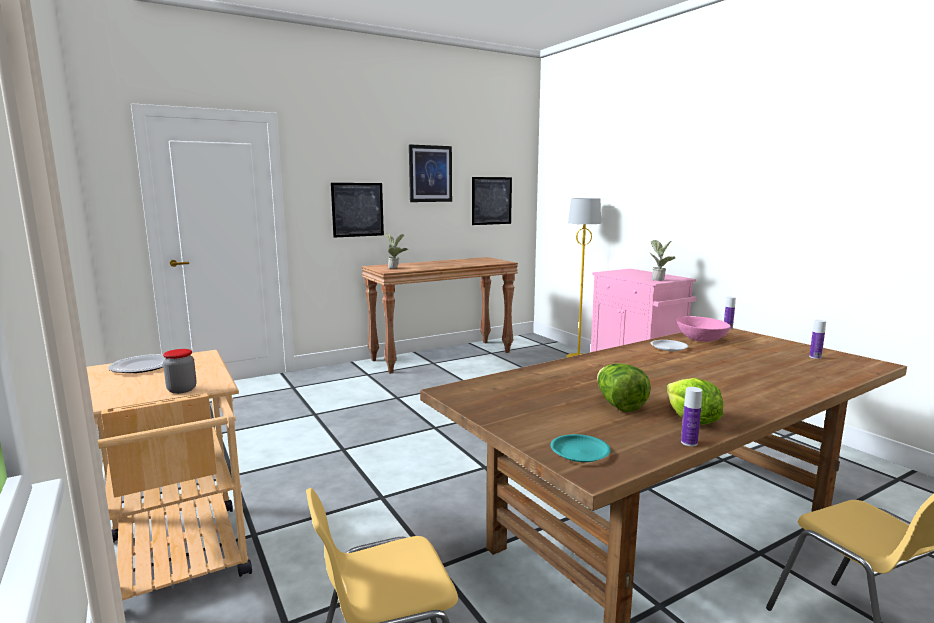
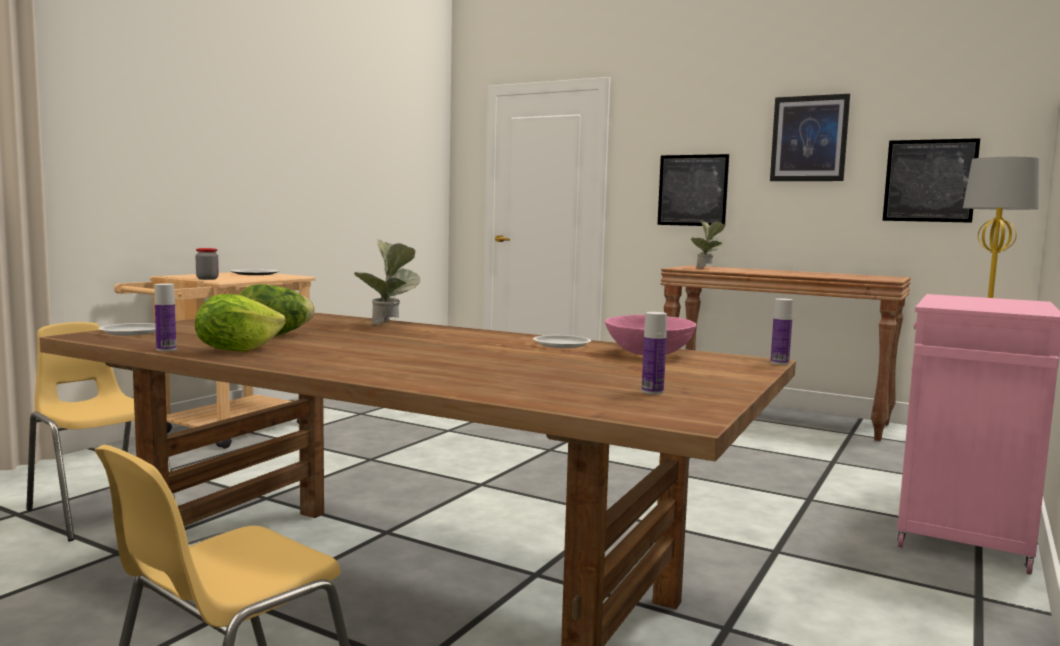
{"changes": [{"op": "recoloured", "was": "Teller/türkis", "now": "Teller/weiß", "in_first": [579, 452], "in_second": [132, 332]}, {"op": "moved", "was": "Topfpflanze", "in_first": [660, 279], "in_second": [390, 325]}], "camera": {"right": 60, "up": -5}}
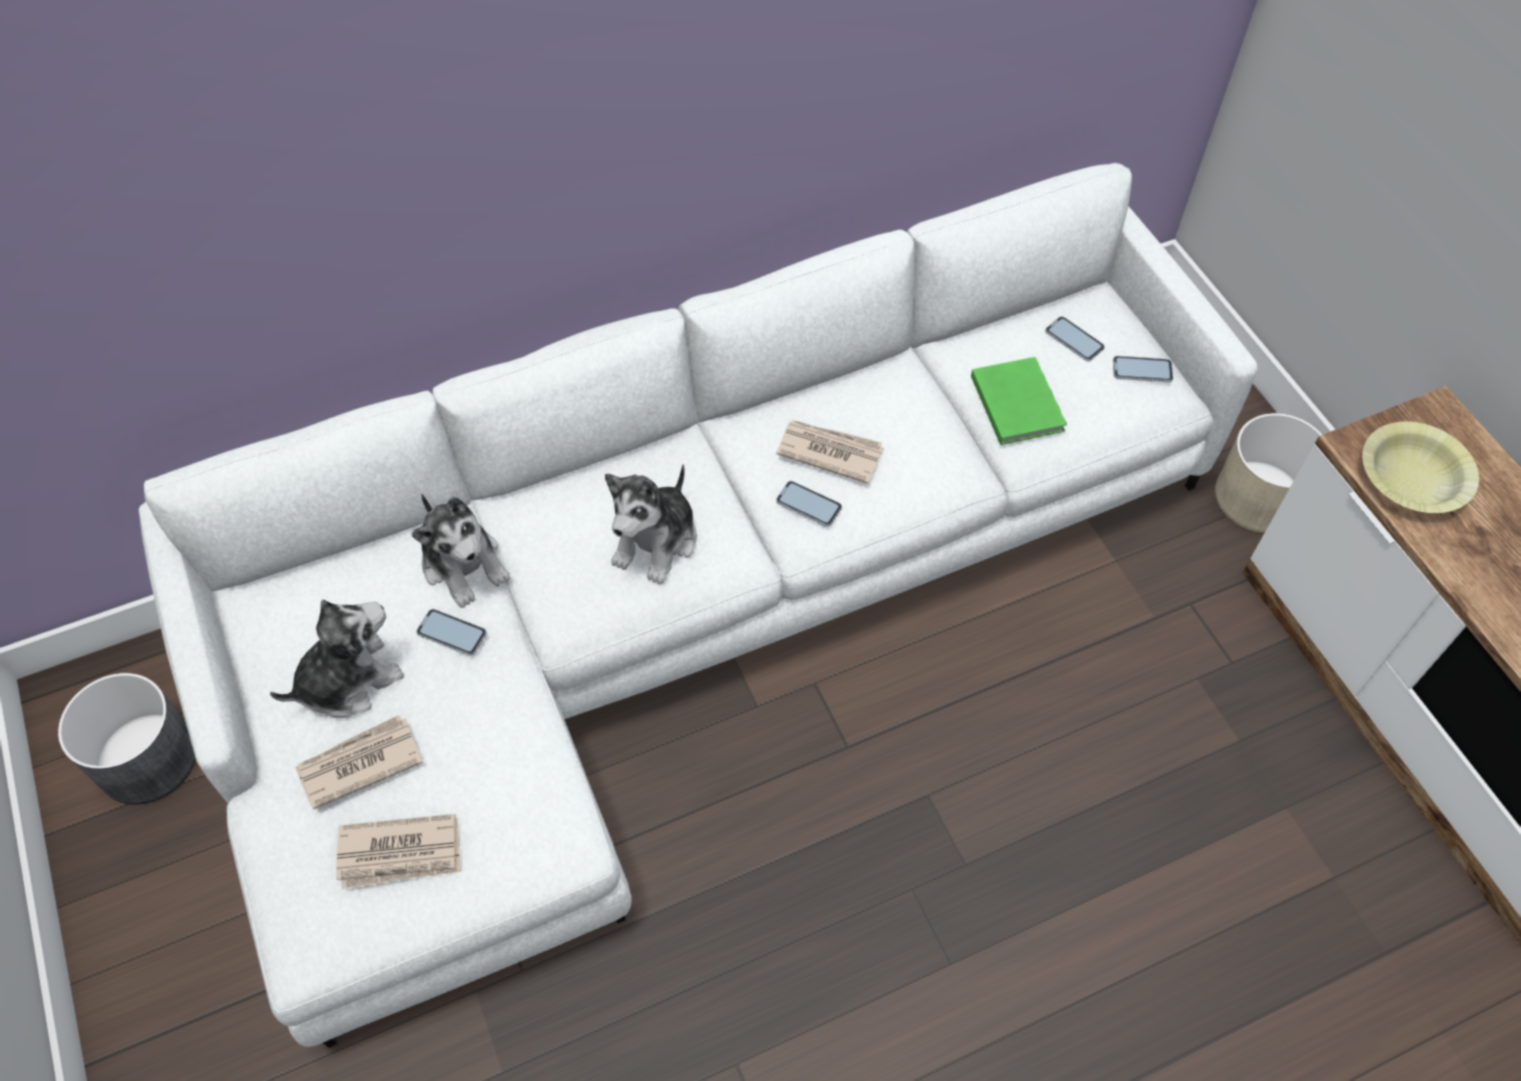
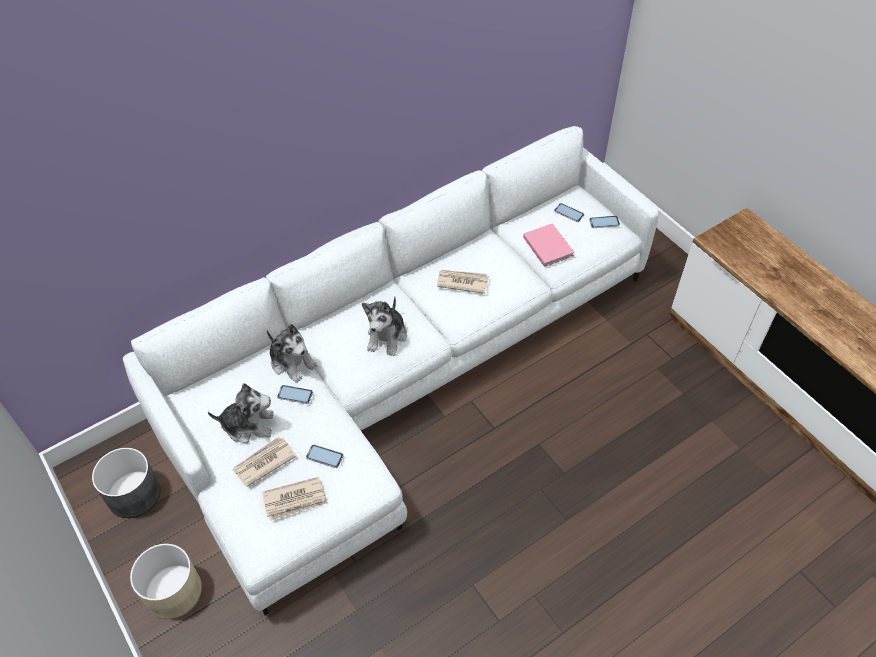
{"changes": [{"op": "turned", "was": "Plüschtier", "in_first": [349, 680], "in_second": [248, 425], "clockwise": 45}, {"op": "moved", "was": "Handy", "in_first": [809, 504], "in_second": [324, 456]}, {"op": "recoloured", "was": "Buch/grün", "now": "Buch/rosa", "in_first": [1017, 401], "in_second": [548, 245]}, {"op": "moved", "was": "Pflanzkübel/beige", "in_first": [1257, 497], "in_second": [172, 591]}, {"op": "removed", "was": "Schüssel/gelb", "in_first": [1411, 479]}], "camera": {"right": -10, "up": -5}}
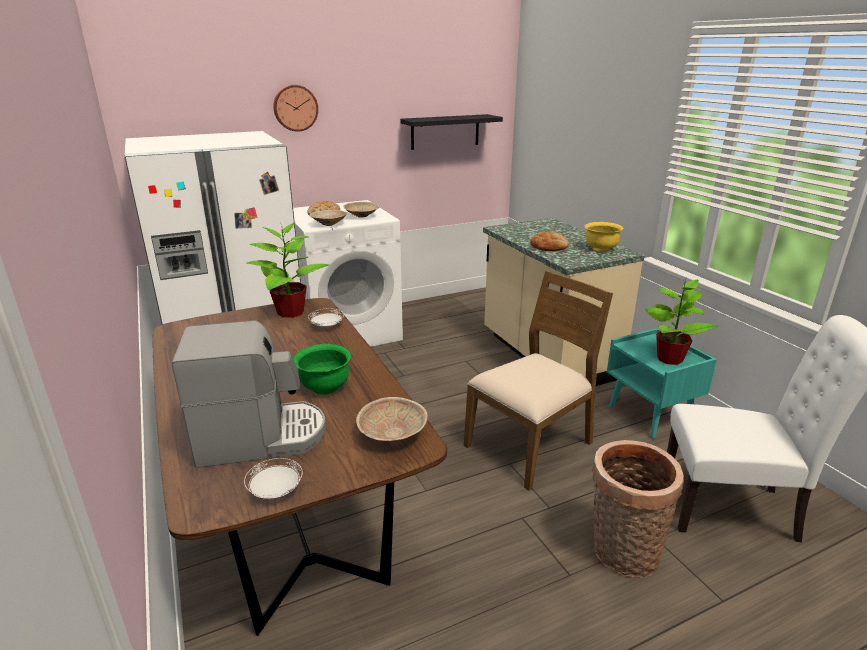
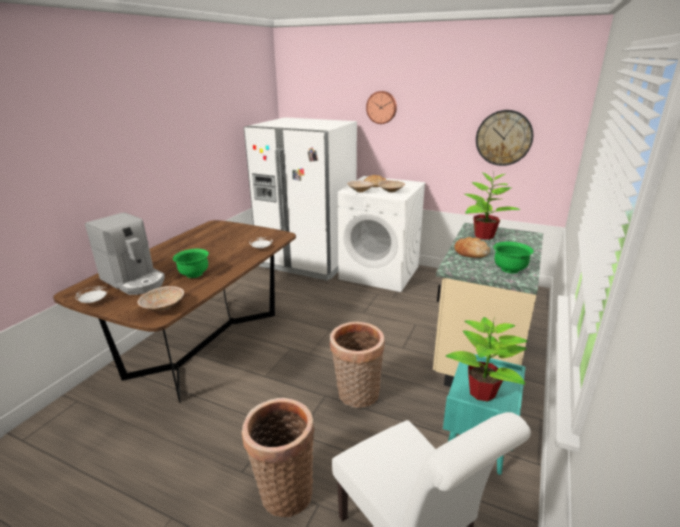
{"changes": [{"op": "moved", "was": "Topfpflanze", "in_first": [290, 312], "in_second": [483, 236]}, {"op": "replaced", "was": "Wandregal/schwarz", "now": "Wanduhr", "in_first": [445, 131], "in_second": [504, 138]}, {"op": "replaced", "was": "Stuhl/braun", "now": "Korb", "in_first": [531, 445], "in_second": [356, 395]}, {"op": "recoloured", "was": "Schüssel/gelb", "now": "Schüssel/grün", "in_first": [601, 249], "in_second": [509, 269]}], "camera": {"right": 50, "up": 0}}
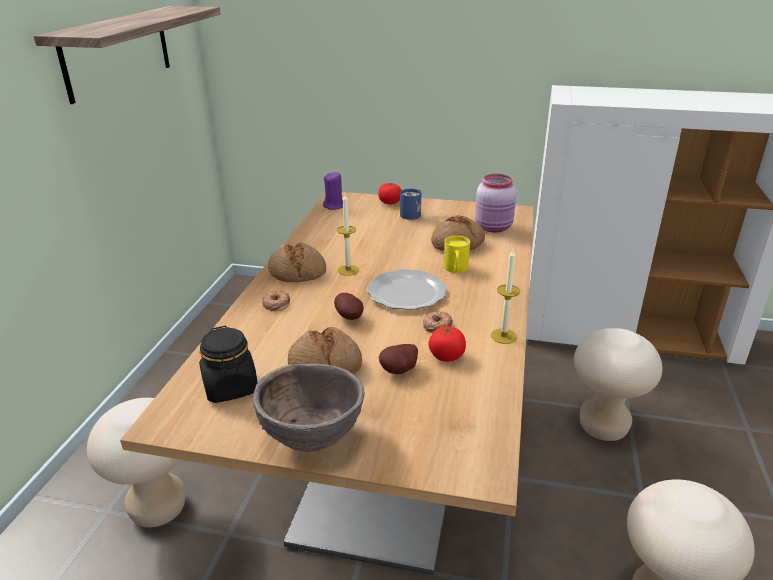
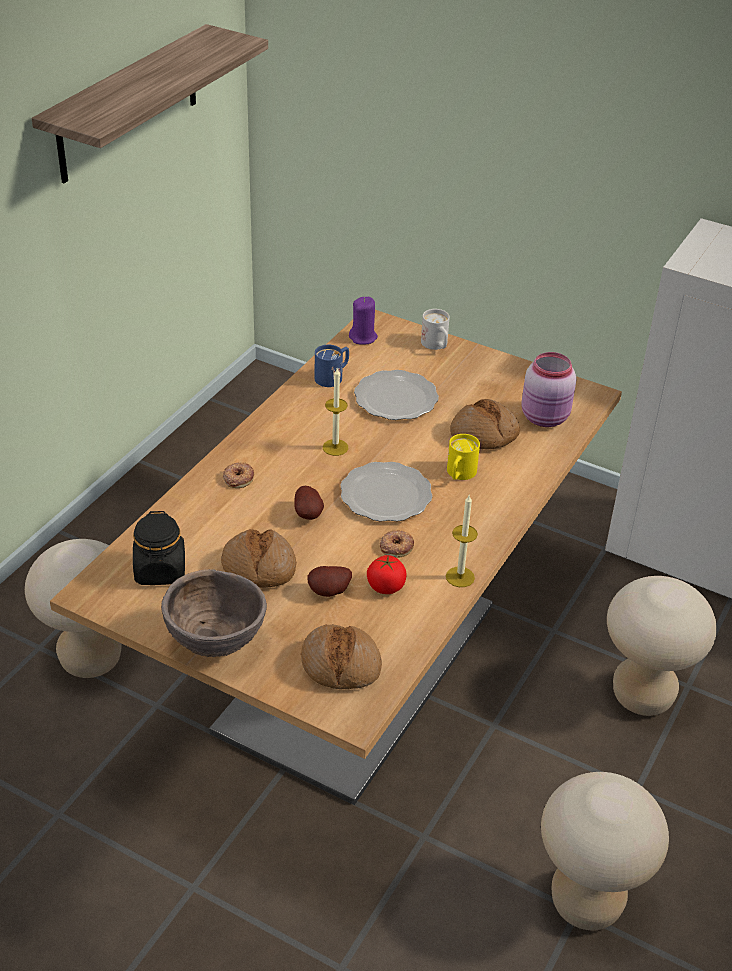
{"changes": [{"op": "moved", "was": "Brot", "in_first": [297, 272], "in_second": [341, 664]}, {"op": "replaced", "was": "Tomate", "now": "Henkelbecher/weiß", "in_first": [390, 202], "in_second": [436, 345]}, {"op": "moved", "was": "Henkelbecher/blau", "in_first": [412, 213], "in_second": [333, 376]}, {"op": "added", "now": "Teller", "in_second": [395, 398]}], "camera": {"right": 15, "up": 10}}
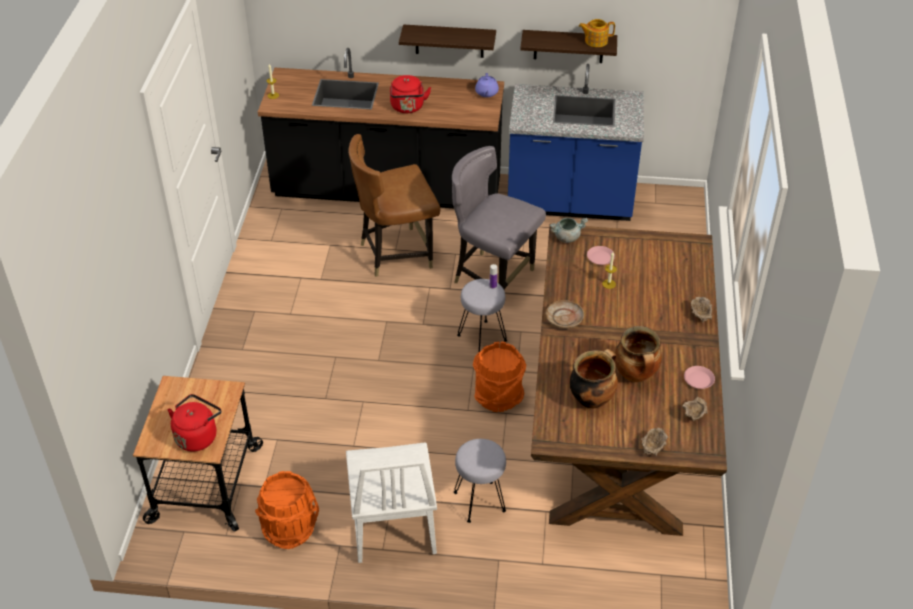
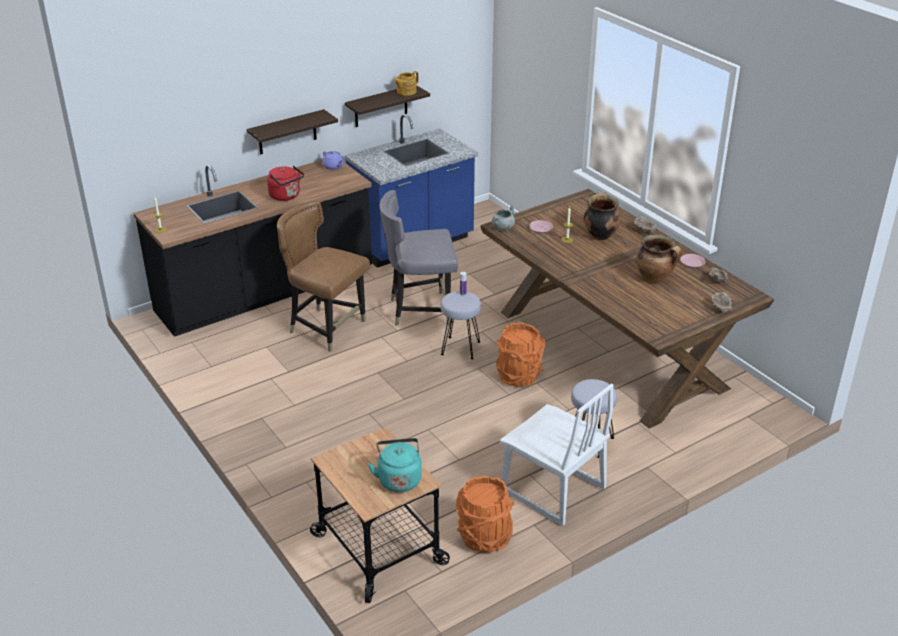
{"changes": [{"op": "recoloured", "was": "Wasserkessel/rot", "now": "Wasserkessel/türkis", "in_first": [197, 436], "in_second": [399, 479]}, {"op": "turned", "was": "Stuhl/braun", "in_first": [396, 253], "in_second": [327, 328], "clockwise": 90}, {"op": "removed", "was": "Teller/beige", "in_first": [564, 318]}, {"op": "moved", "was": "Kochtopf", "in_first": [591, 398], "in_second": [600, 235]}], "camera": {"right": -40, "up": -10}}
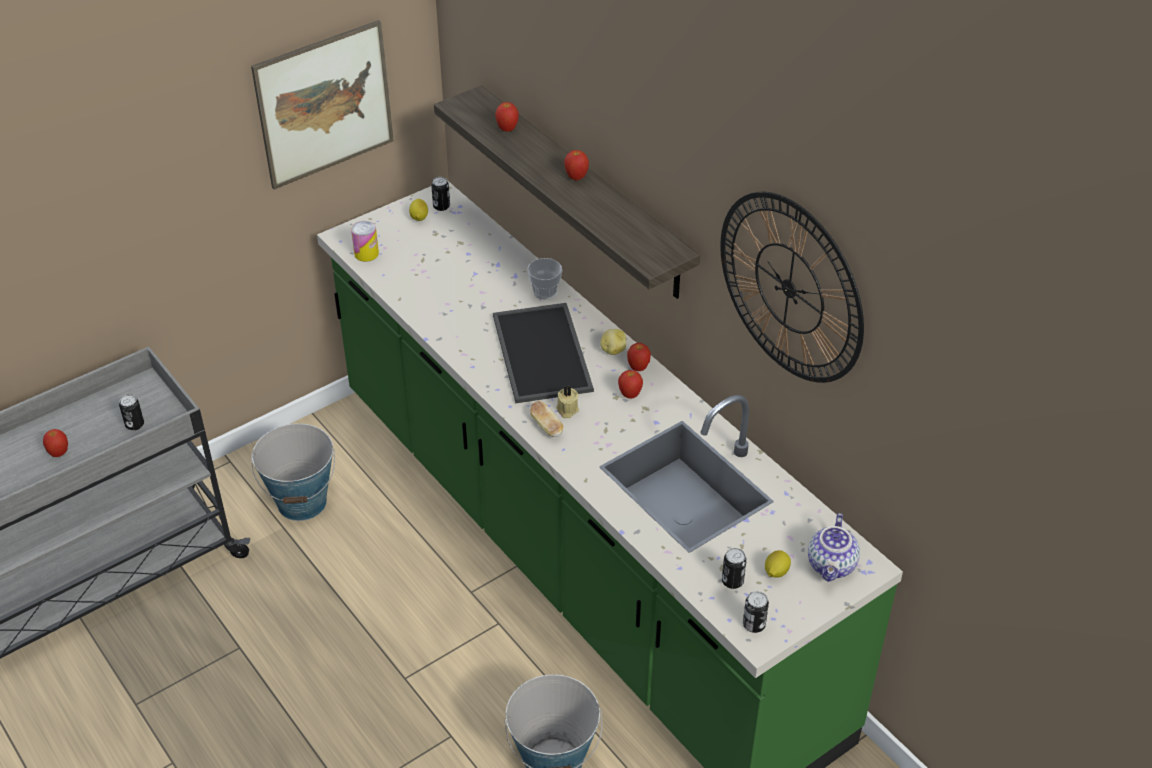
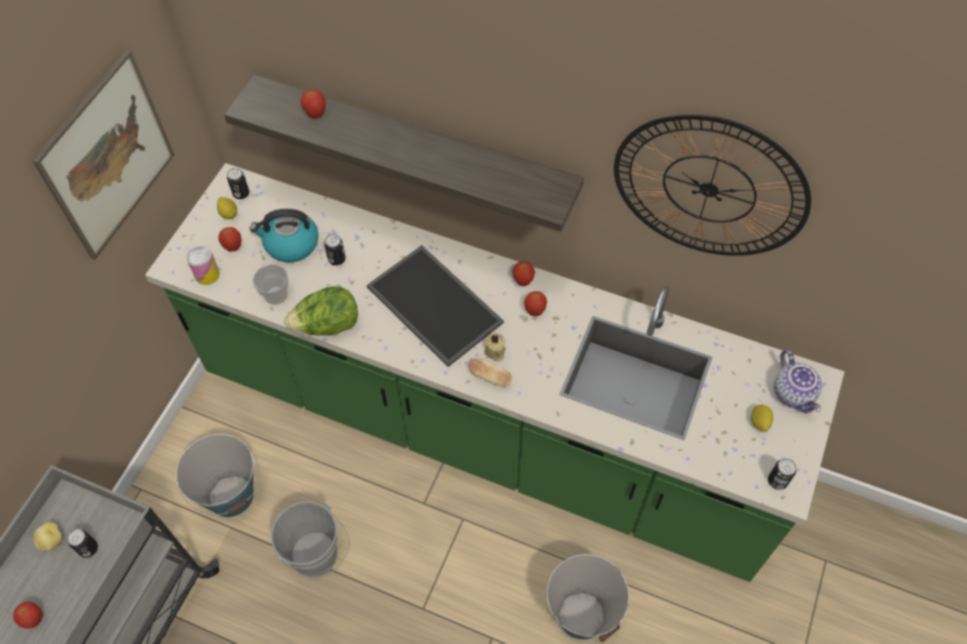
{"changes": [{"op": "moved", "was": "Tasse", "in_first": [545, 292], "in_second": [276, 295]}, {"op": "moved", "was": "Apfel", "in_first": [576, 177], "in_second": [233, 247]}, {"op": "moved", "was": "Kartoffel", "in_first": [613, 350], "in_second": [52, 541]}, {"op": "moved", "was": "Dose", "in_first": [732, 581], "in_second": [337, 259]}, {"op": "added", "now": "Wasserkessel", "in_second": [290, 244]}, {"op": "added", "now": "Eimer/grau", "in_second": [318, 558]}, {"op": "added", "now": "Salatkopf", "in_second": [327, 326]}], "camera": {"right": -30, "up": 15}}
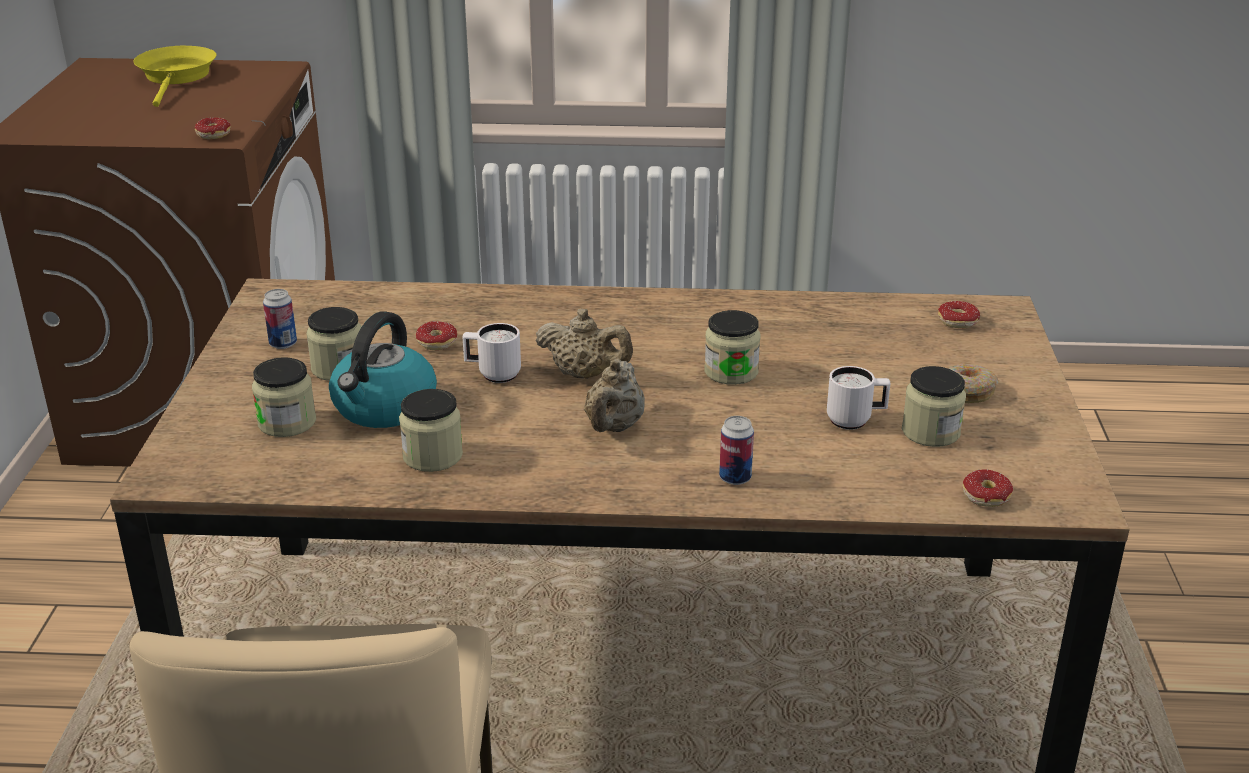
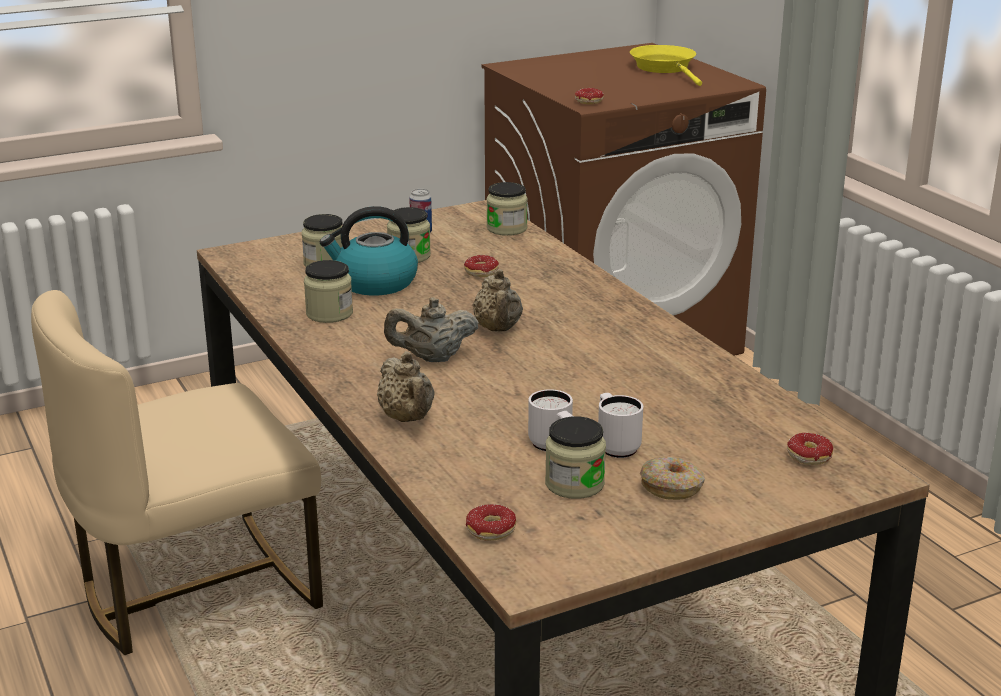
{"changes": [{"op": "turned", "was": "Pfanne/gelb", "in_first": [177, 77], "in_second": [665, 68], "clockwise": -75}, {"op": "moved", "was": "Henkelbecher/weiß", "in_first": [493, 374], "in_second": [615, 446]}, {"op": "moved", "was": "Vorratsglas", "in_first": [731, 372], "in_second": [506, 229]}, {"op": "replaced", "was": "Dose", "now": "Teekanne/beige", "in_first": [735, 478], "in_second": [407, 418]}], "camera": {"right": 60, "up": -5}}
